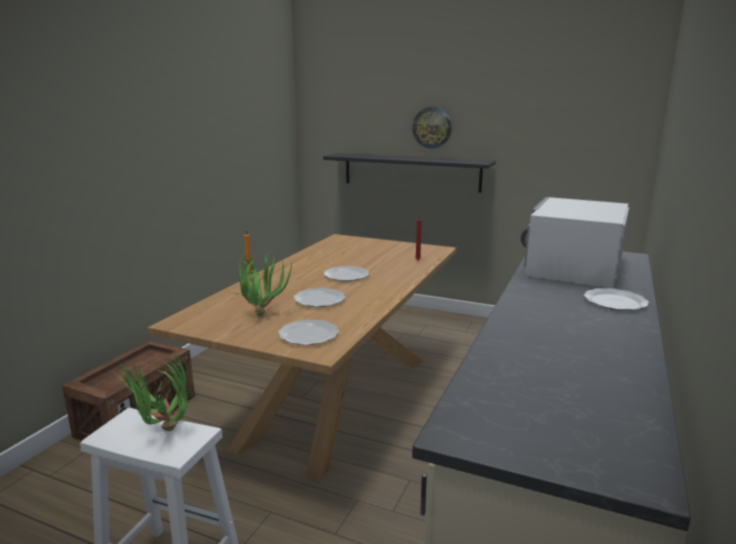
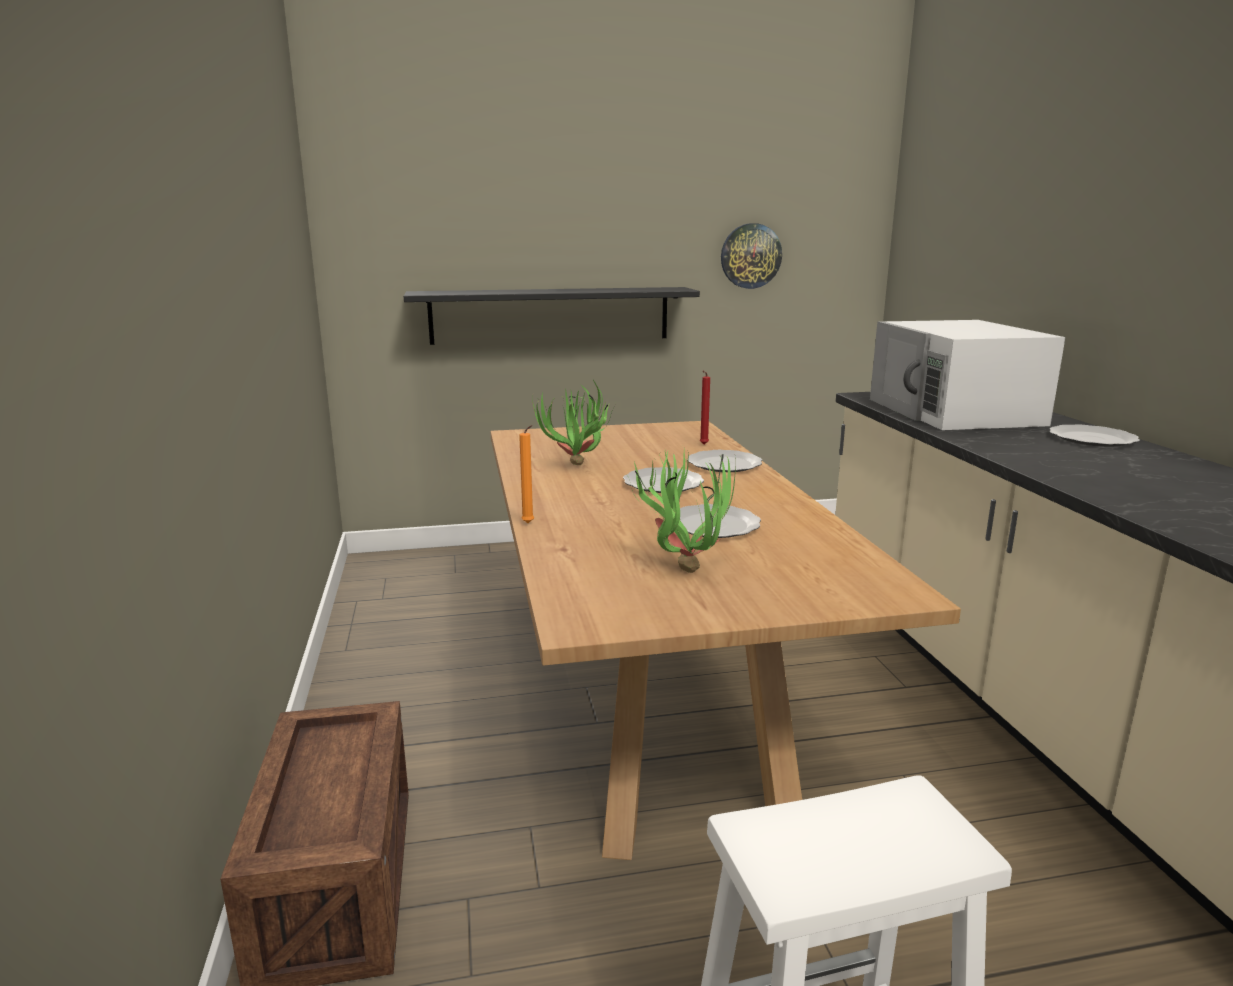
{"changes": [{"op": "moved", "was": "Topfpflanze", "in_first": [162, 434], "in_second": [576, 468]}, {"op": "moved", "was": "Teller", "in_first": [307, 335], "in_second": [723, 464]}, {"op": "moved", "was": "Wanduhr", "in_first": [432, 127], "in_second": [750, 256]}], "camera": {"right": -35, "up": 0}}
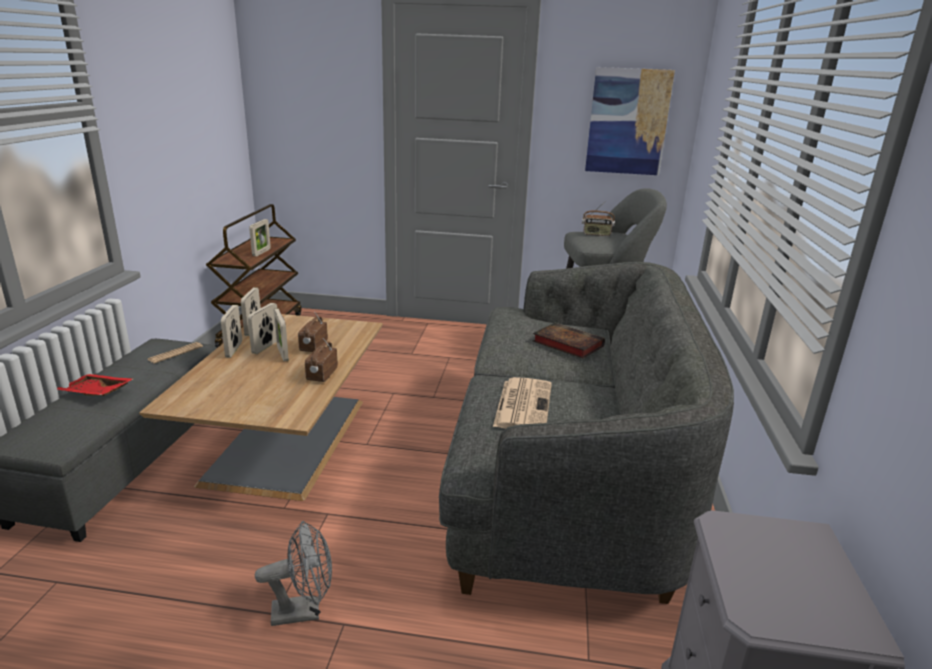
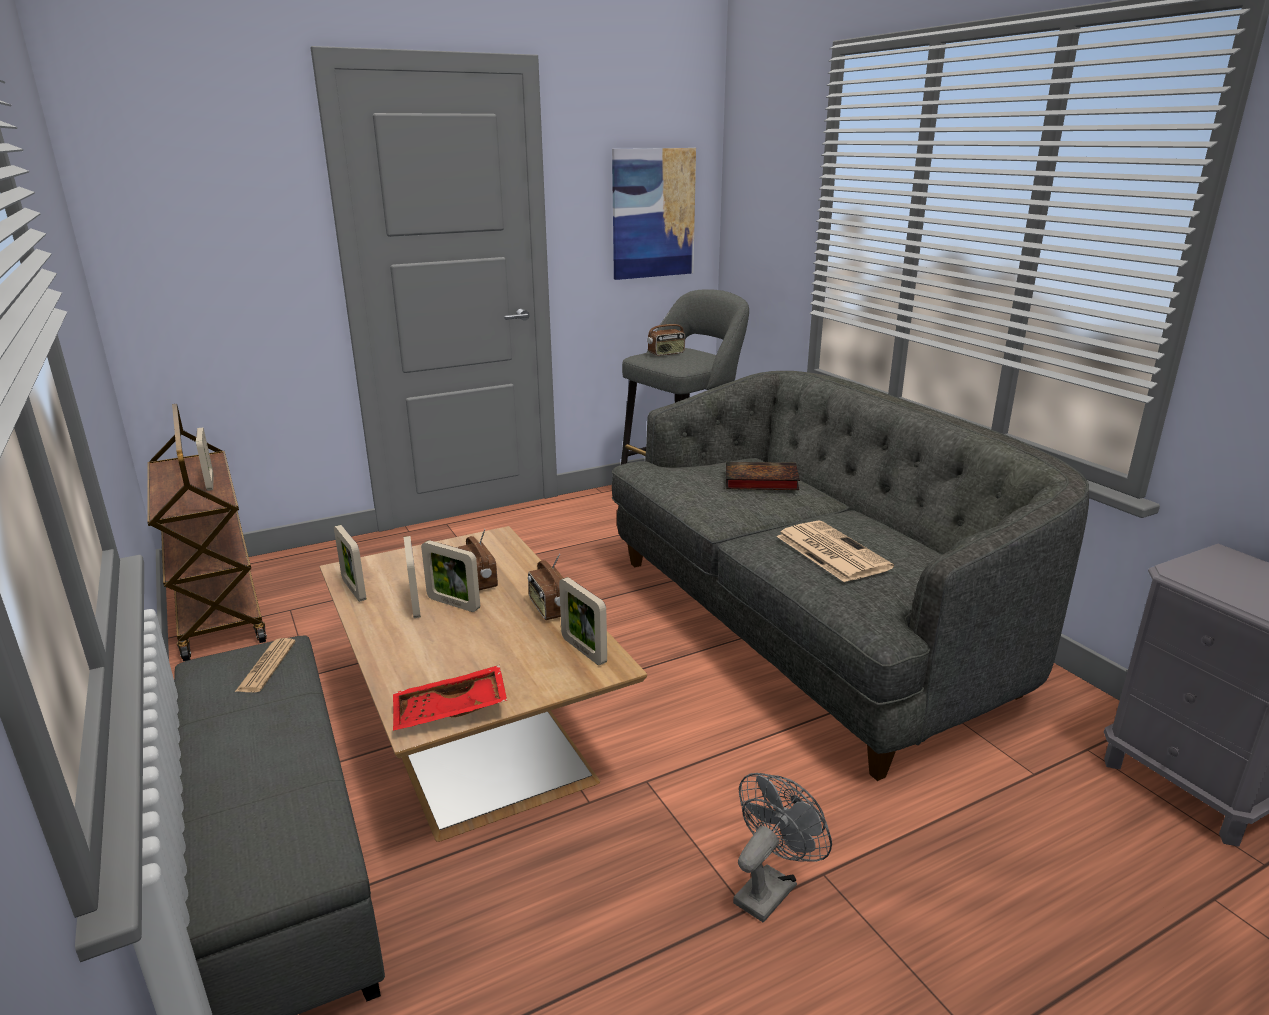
{"changes": [{"op": "moved", "was": "Tablett/rot", "in_first": [95, 393], "in_second": [450, 712]}, {"op": "moved", "was": "Bilderrahmen", "in_first": [234, 350], "in_second": [583, 650]}], "camera": {"right": -35, "up": 0}}
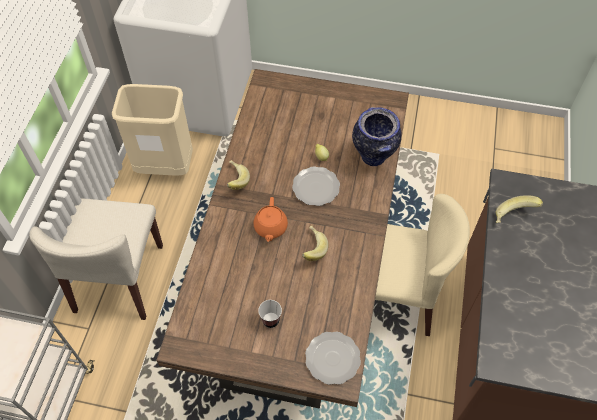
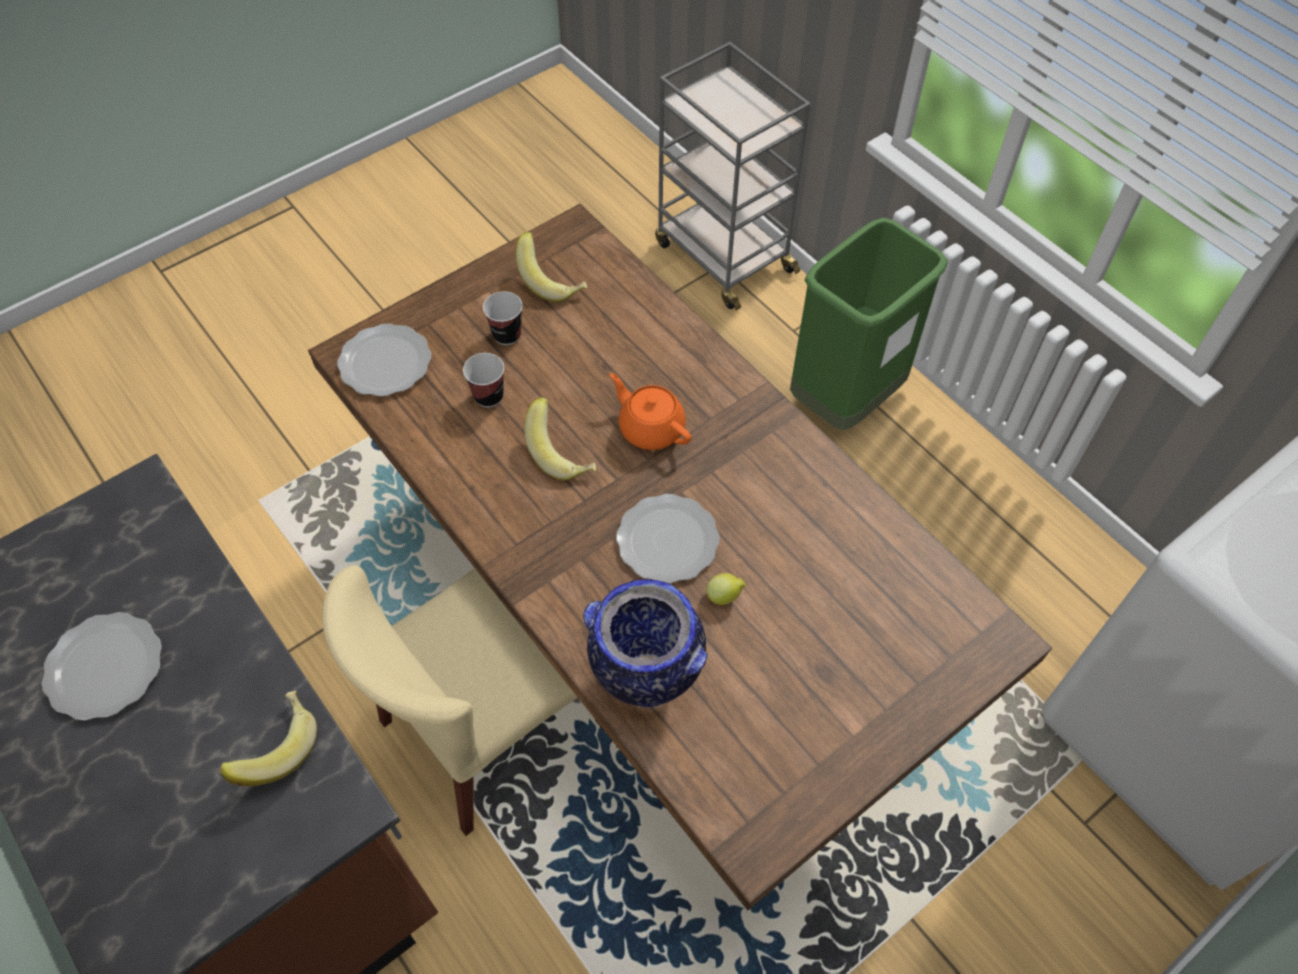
{"changes": [{"op": "replaced", "was": "Stuhl/beige", "now": "Mülleimer/grün", "in_first": [119, 279], "in_second": [845, 399]}, {"op": "removed", "was": "Mülleimer/beige", "in_first": [165, 167]}, {"op": "moved", "was": "Banane", "in_first": [234, 181], "in_second": [552, 281]}, {"op": "added", "now": "Teller", "in_second": [107, 668]}, {"op": "added", "now": "Tasse", "in_second": [489, 396]}], "camera": {"right": 130, "up": 0}}
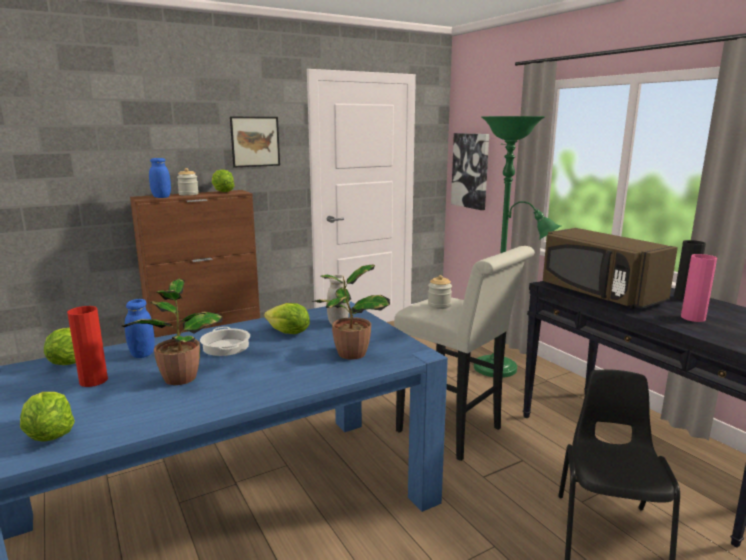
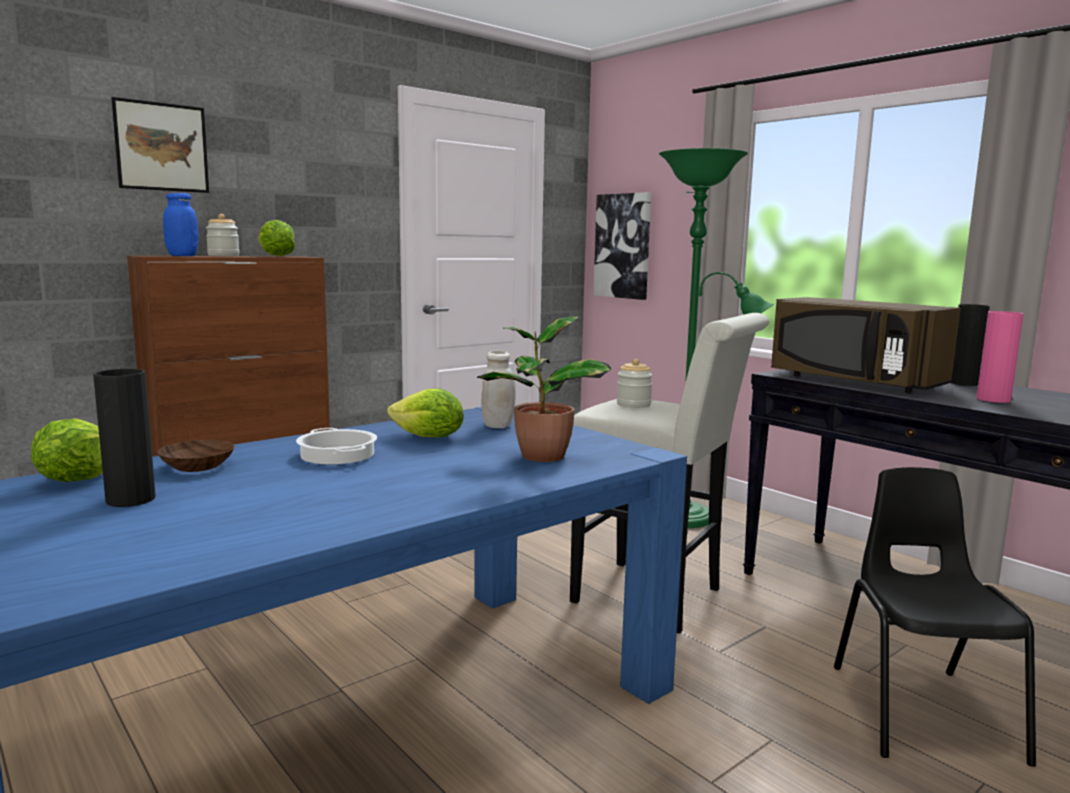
{"changes": [{"op": "removed", "was": "Salatkopf", "in_first": [49, 435]}, {"op": "recoloured", "was": "Vase/rot", "now": "Vase/schwarz", "in_first": [93, 381], "in_second": [131, 499]}, {"op": "removed", "was": "Topfpflanze", "in_first": [180, 377]}, {"op": "replaced", "was": "Vorratsglas/blau", "now": "Schüssel/braun", "in_first": [142, 354], "in_second": [199, 466]}, {"op": "moved", "was": "Bild", "in_first": [255, 141], "in_second": [161, 147]}], "camera": {"right": -10, "up": -5}}
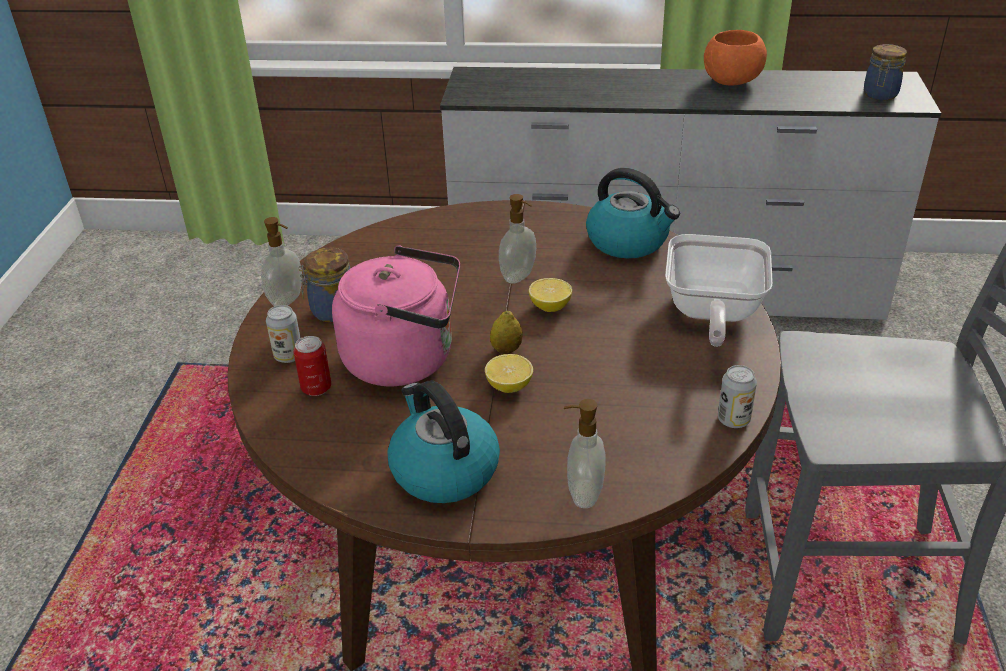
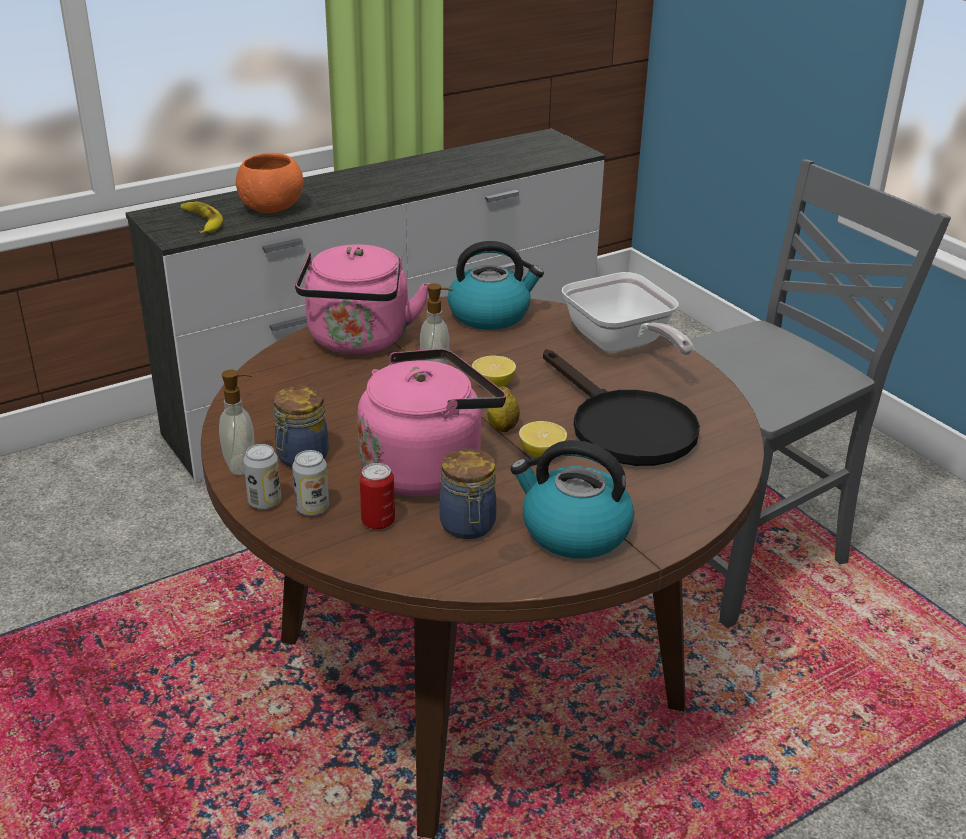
{"changes": [{"op": "removed", "was": "Seifenspender", "in_first": [583, 493]}, {"op": "moved", "was": "Schüssel/orange", "in_first": [732, 82], "in_second": [272, 209]}, {"op": "moved", "was": "Dose", "in_first": [733, 420], "in_second": [264, 502]}, {"op": "moved", "was": "Vorratsglas", "in_first": [879, 95], "in_second": [468, 526]}, {"op": "added", "now": "Banane", "in_second": [201, 222]}, {"op": "added", "now": "Wasserkessel/rosa", "in_second": [358, 342]}, {"op": "added", "now": "Pfanne/schwarz", "in_second": [622, 426]}], "camera": {"right": -40, "up": -5}}
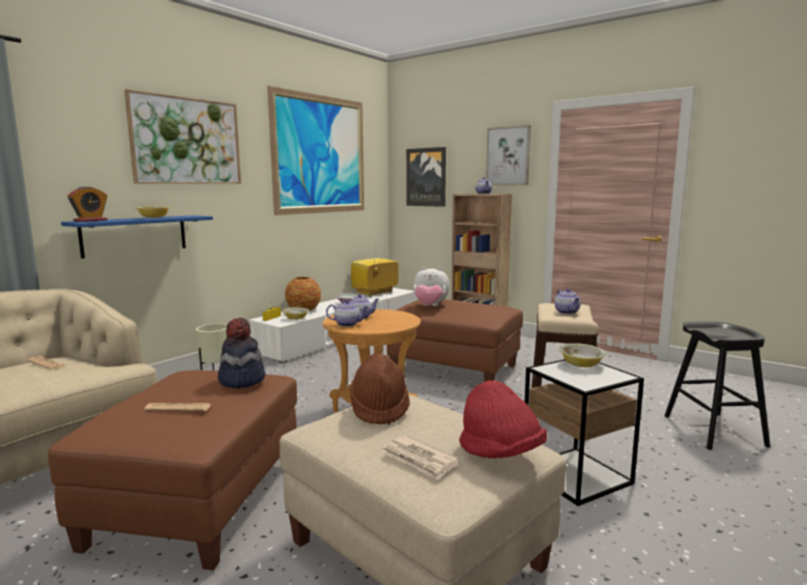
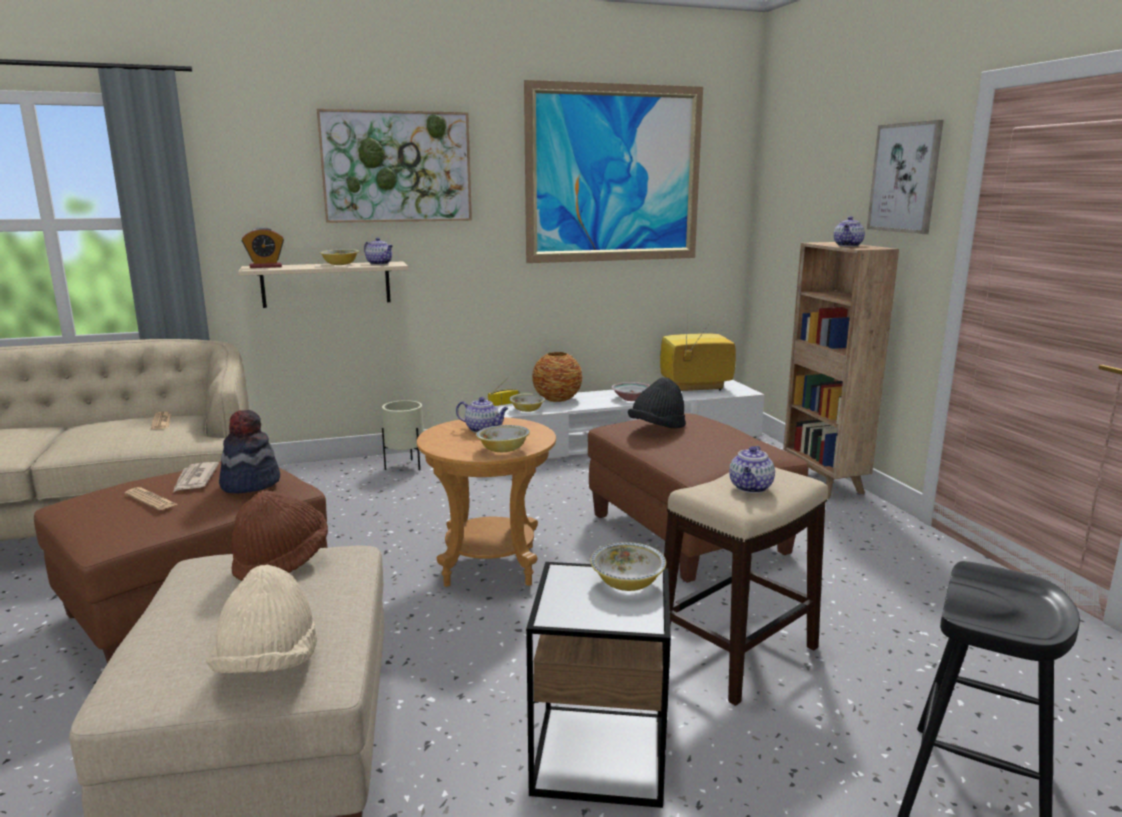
{"changes": [{"op": "recoloured", "was": "Wandregal/blau", "now": "Wandregal/beige", "in_first": [135, 235], "in_second": [326, 284]}, {"op": "moved", "was": "Teekanne", "in_first": [348, 324], "in_second": [380, 264]}, {"op": "moved", "was": "Zeitung", "in_first": [419, 460], "in_second": [195, 479]}, {"op": "removed", "was": "Bild", "in_first": [426, 177]}, {"op": "replaced", "was": "Plüschtier", "now": "Hut/schwarz", "in_first": [430, 306], "in_second": [657, 428]}, {"op": "recoloured", "was": "Hut/rot", "now": "Hut/beige", "in_first": [500, 453], "in_second": [268, 665]}, {"op": "added", "now": "Schüssel", "in_second": [503, 450]}], "camera": {"right": 35, "up": 5}}
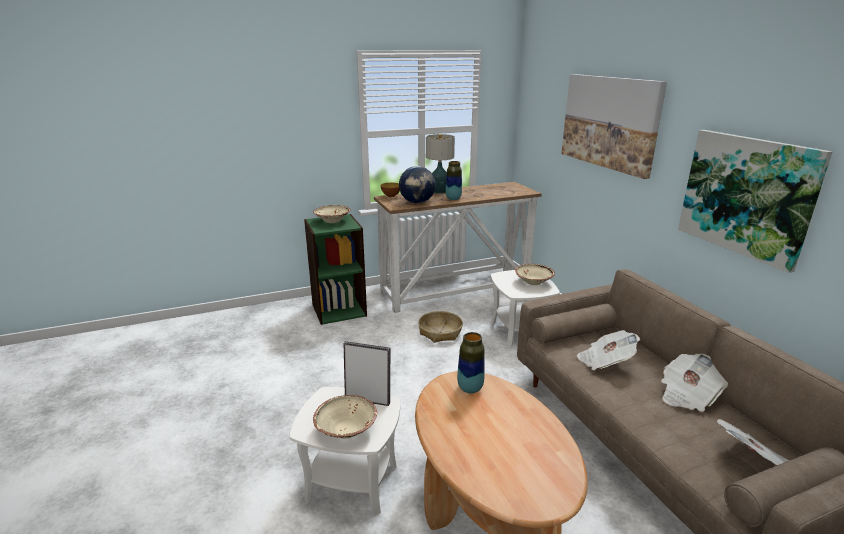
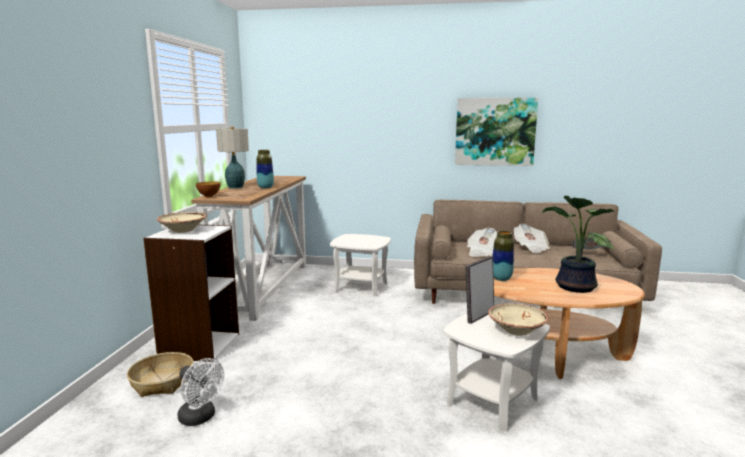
{"changes": [{"op": "recoloured", "was": "Bücherregal/grün", "now": "Bücherregal/weiß", "in_first": [339, 310], "in_second": [199, 345]}, {"op": "removed", "was": "Globus", "in_first": [417, 202]}, {"op": "moved", "was": "Korb", "in_first": [440, 332], "in_second": [162, 382]}, {"op": "removed", "was": "Schüssel/beige", "in_first": [533, 282]}, {"op": "removed", "was": "Bild", "in_first": [609, 122]}, {"op": "added", "now": "Ventilator/weiß", "in_second": [200, 418]}, {"op": "added", "now": "Topfpflanze", "in_second": [572, 287]}], "camera": {"right": -60, "up": -10}}
